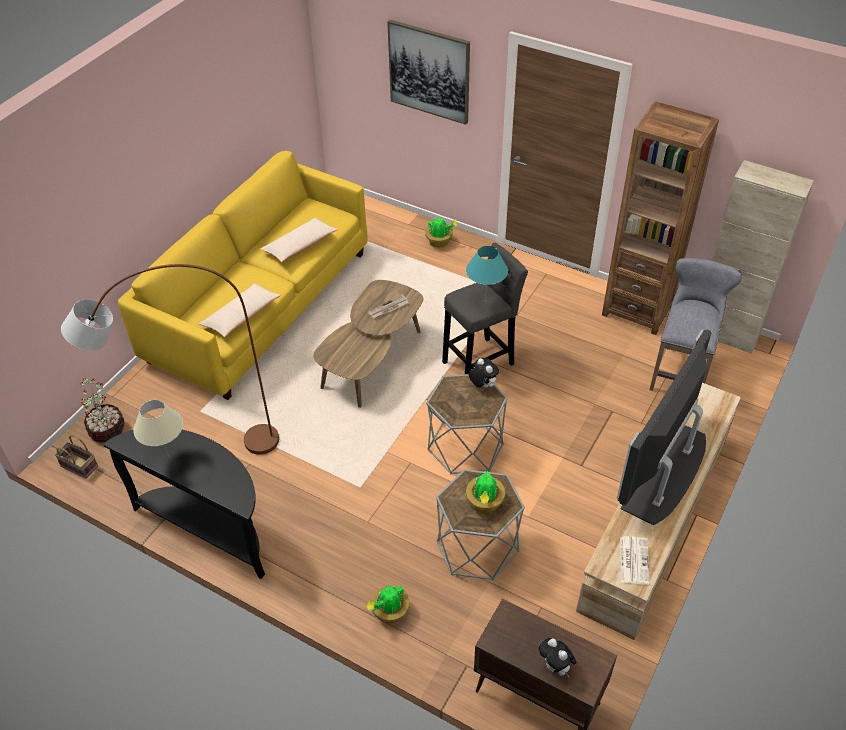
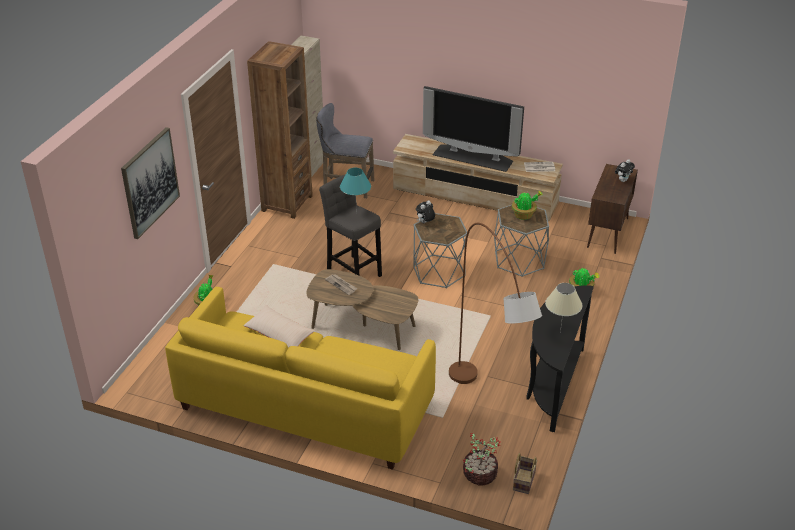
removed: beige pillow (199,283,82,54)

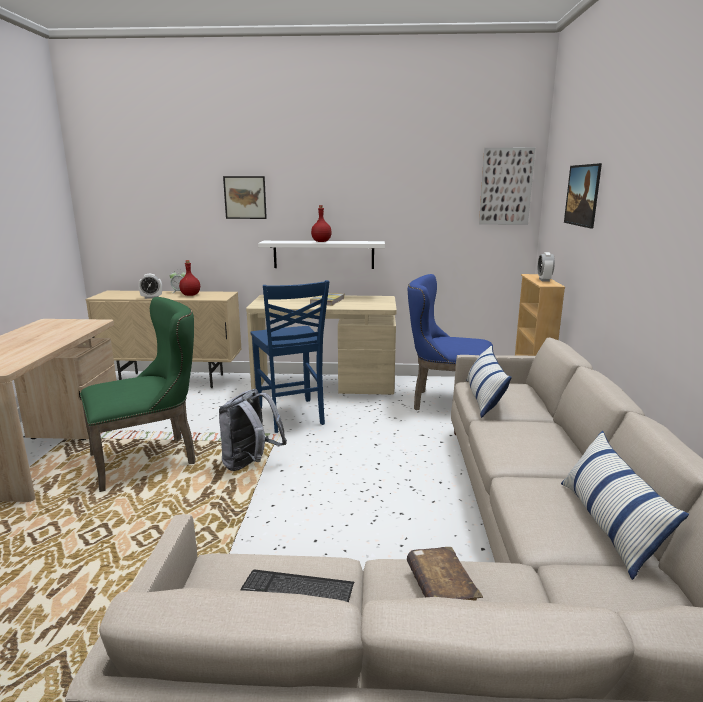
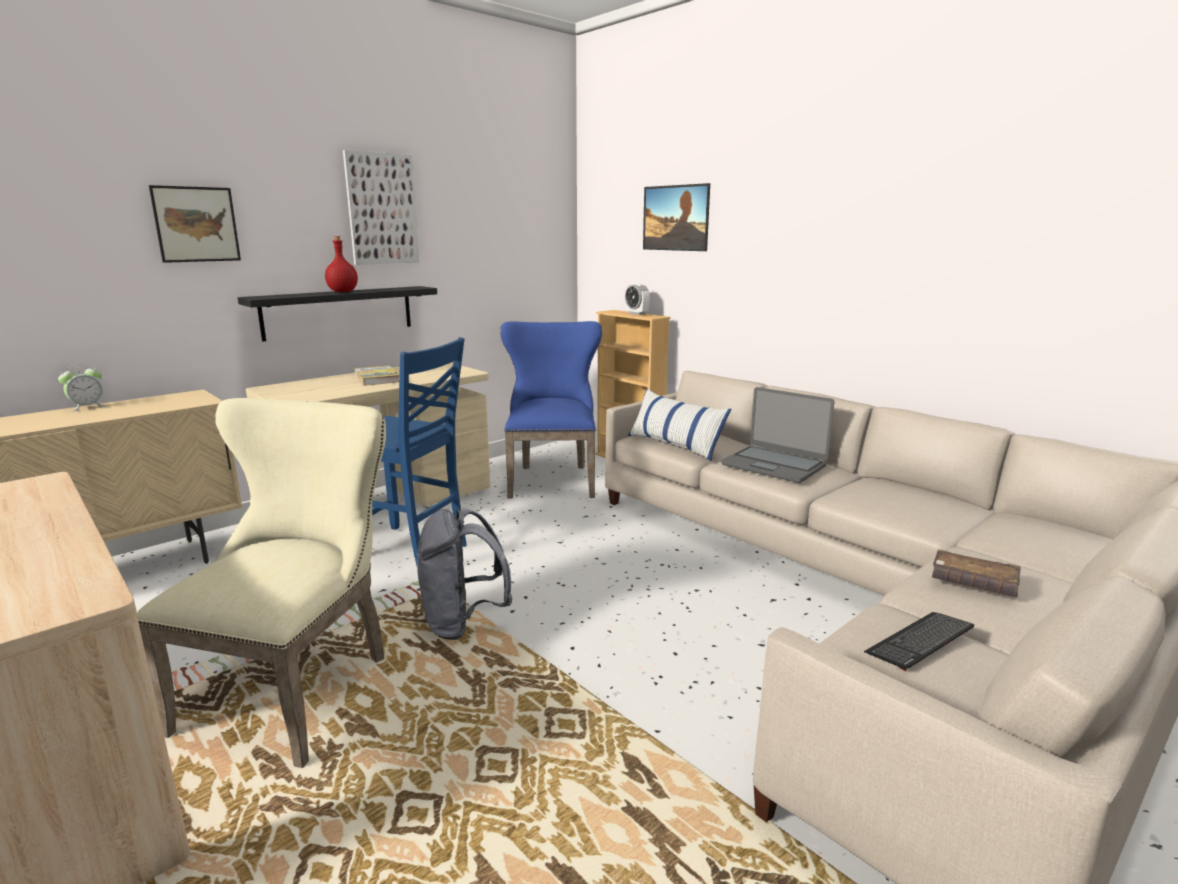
removed: alarm clock (138,274,24,25); red bottle (179,260,21,36); pillow (561,431,128,149)
added: laptop (721,387,113,96)
moved: picture (479,148,56,77) to (343,150,76,115)
recoloured: green chair (80,297,115,195) to beige chair (137,398,249,370); white shelf (258,241,127,28) to black shelf (238,286,199,56)
turned: blue chair (408,274,85,136) = (500,321,102,178) 120 degrees clockwise

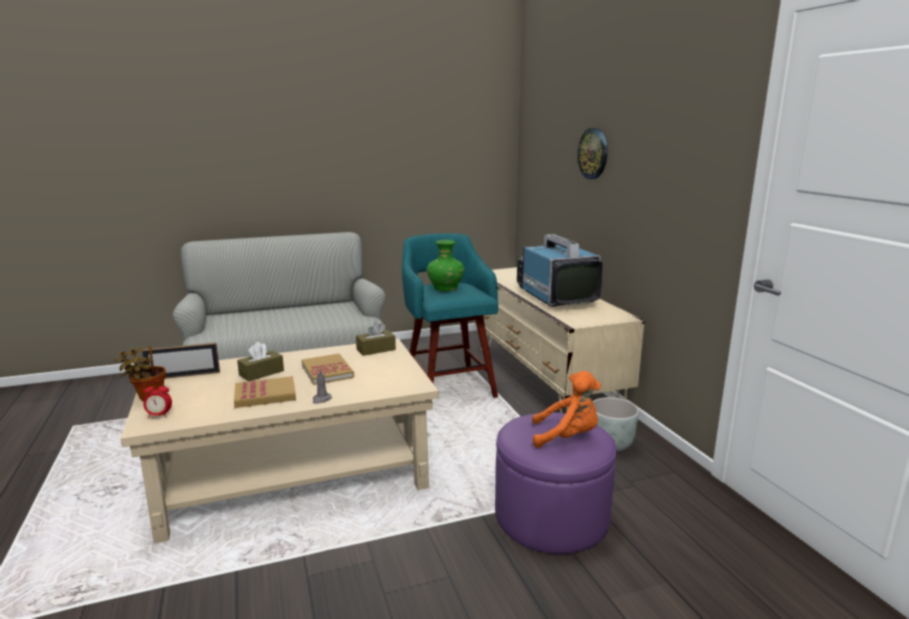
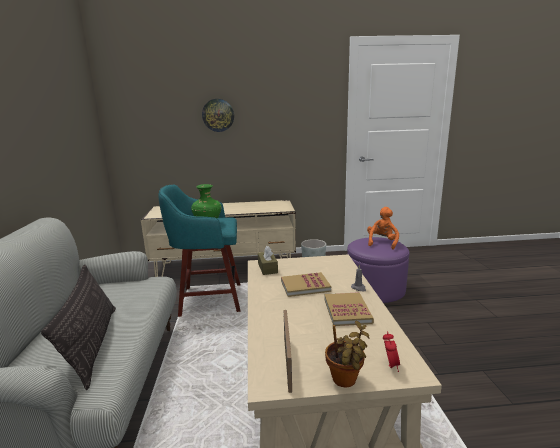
removed: brown tissue box (237,342,47,39); television (517,234,86,73)
added: pillow (41,264,75,126)

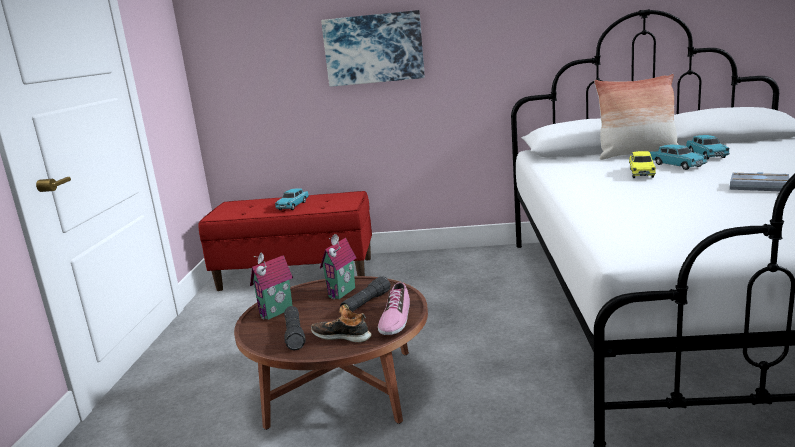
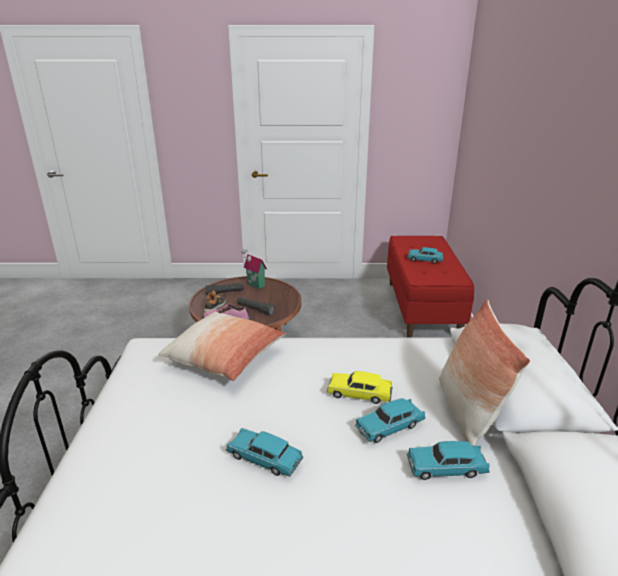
removed: toy house (320,234,36,65); picture (321,10,104,77)
added: pillow (158,312,128,69)
replaced: grey book (730,172,59,19) to turquoise toy car (226,428,78,49)

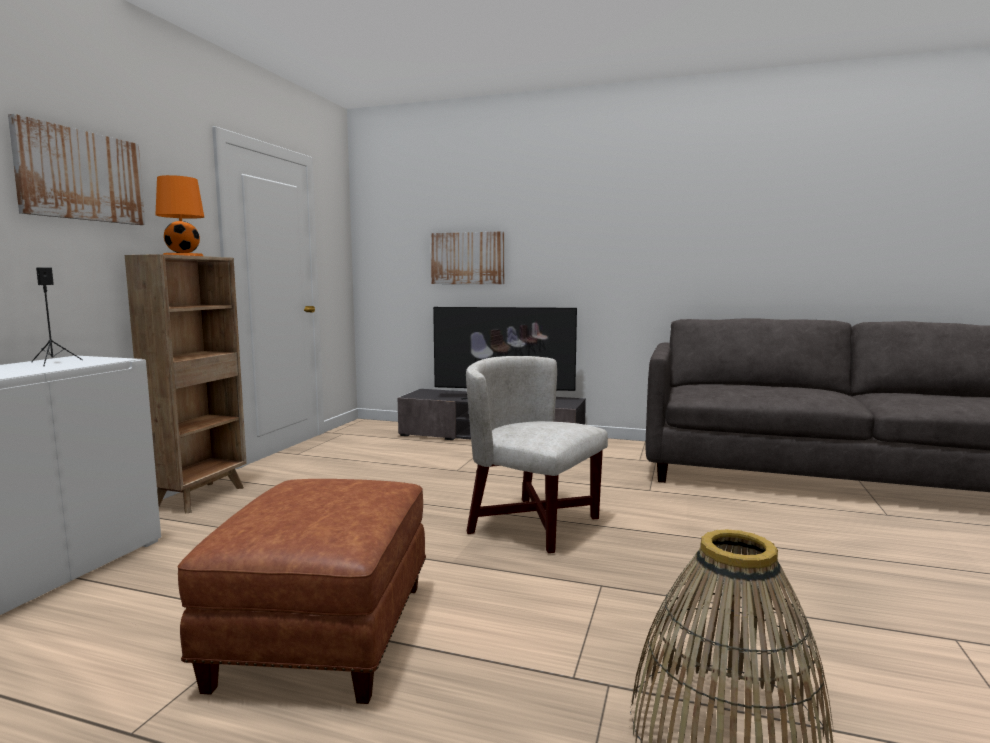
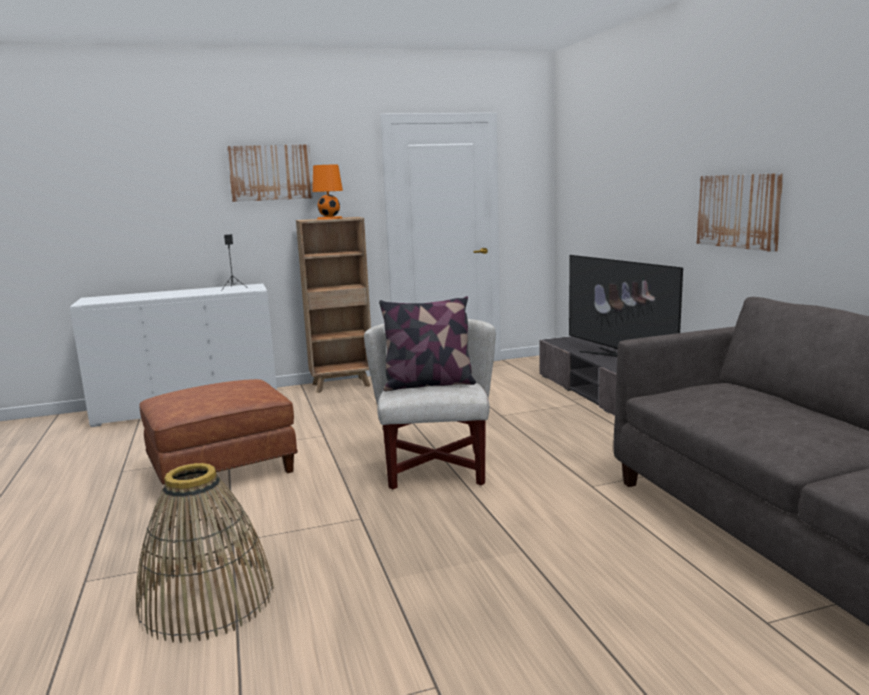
added: pillow (379,296,97,95)
moved: picture (431,231,73,53) to (697,173,87,79)

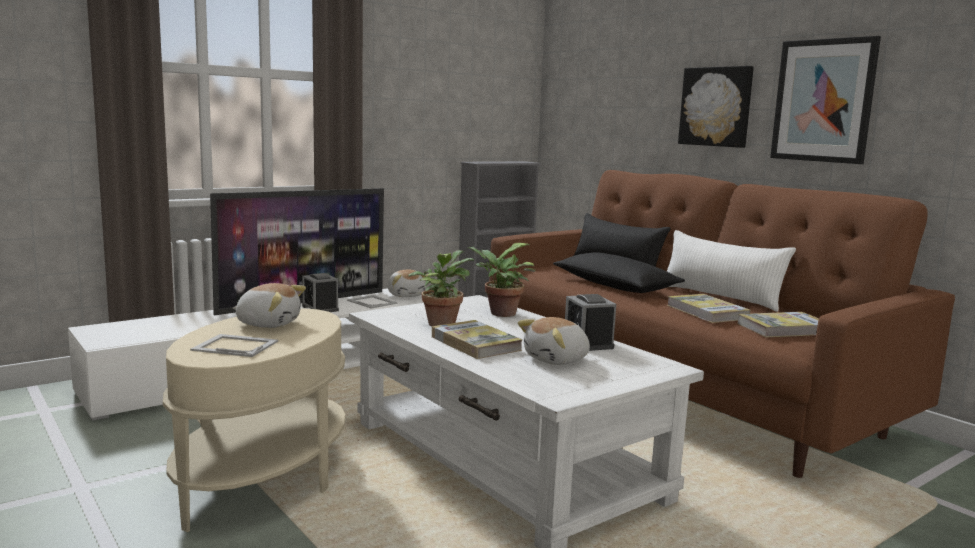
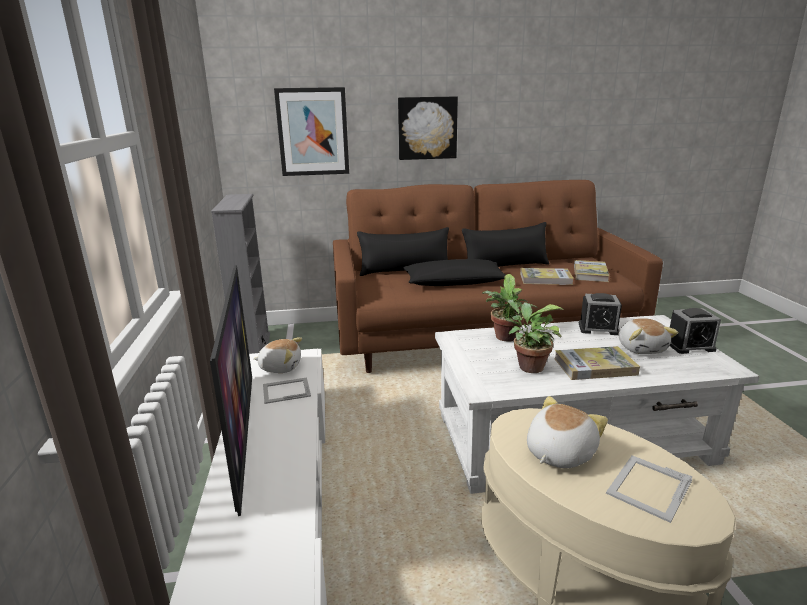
moved: alarm clock (302,273,37,39) to (670,308,51,46); picture (770,36,111,128) to (274,87,75,89)
recoloured: white pillow (667,230,129,82) to black pillow (462,222,87,45)

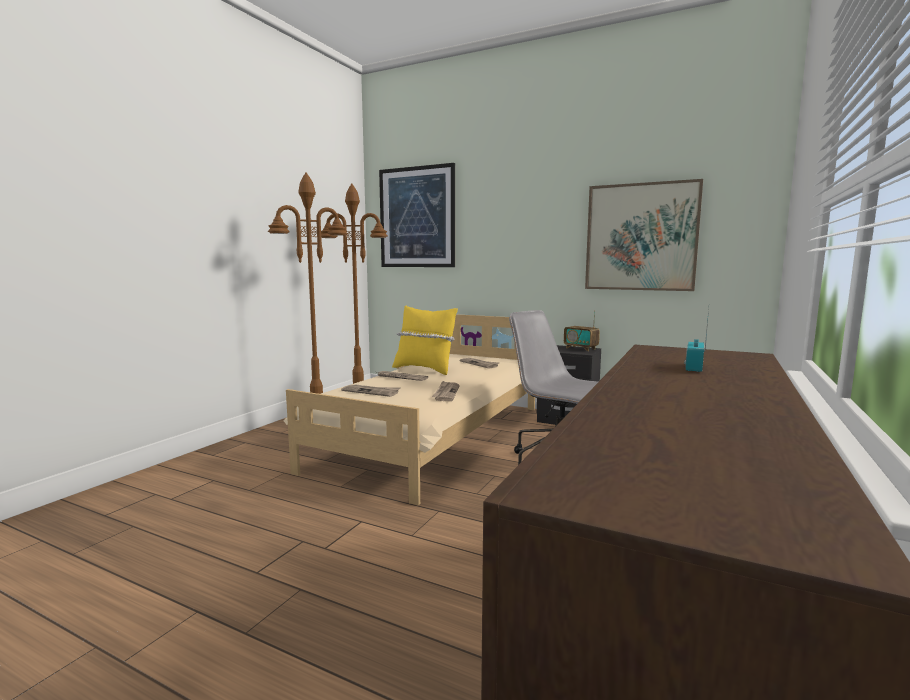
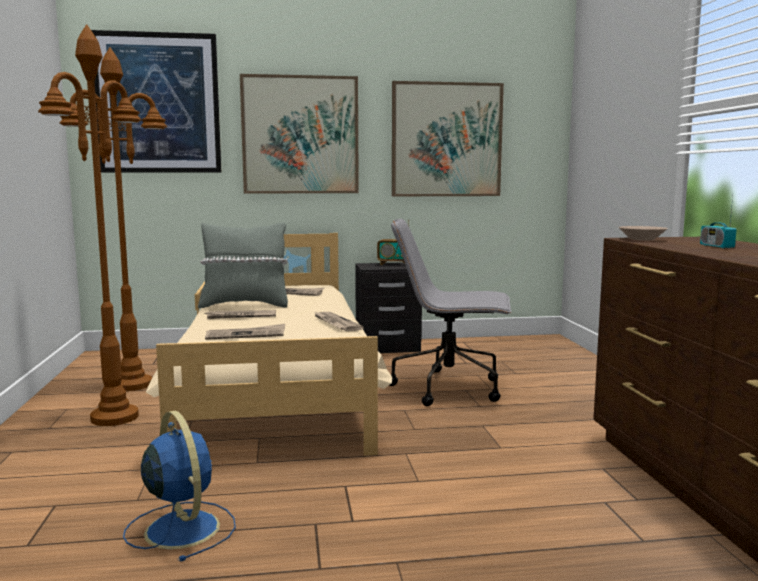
added: blue fan (123,411,113,150); picture (240,74,119,120); beige bowl (619,226,49,15)
recoloured: yellow pillow (392,305,66,70) to grey pillow (198,223,90,85)

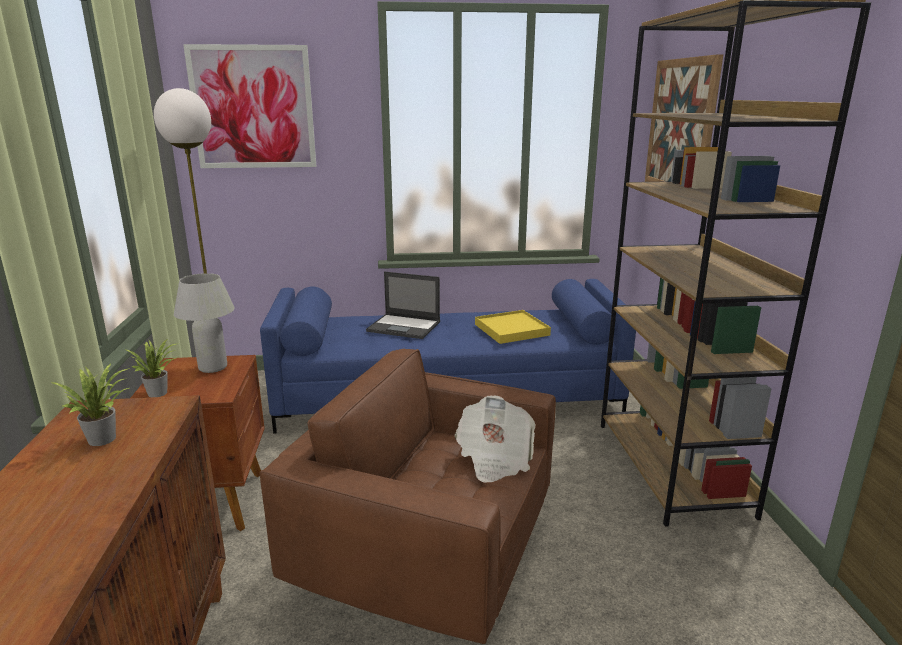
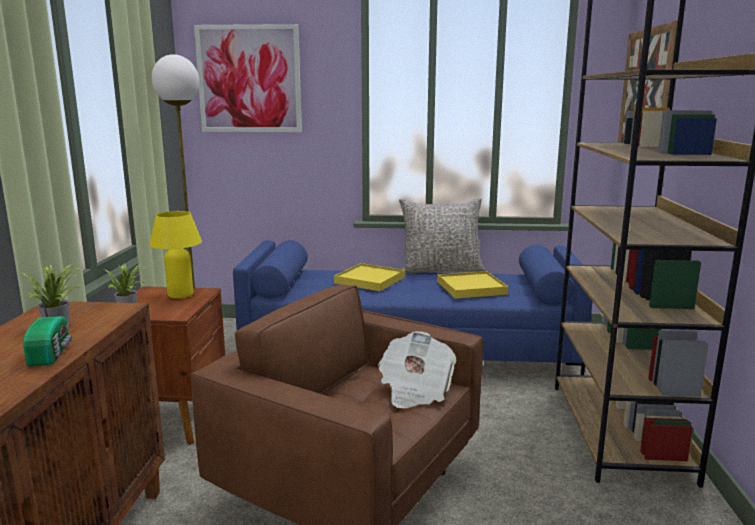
added: radio (23,287,49,79); grey pillow (399,198,86,76)
replaced: laptop (366,271,74,68) to yellow tray (334,263,71,28)
recoloured: white table lamp (174,273,61,100) to yellow table lamp (149,211,53,88)

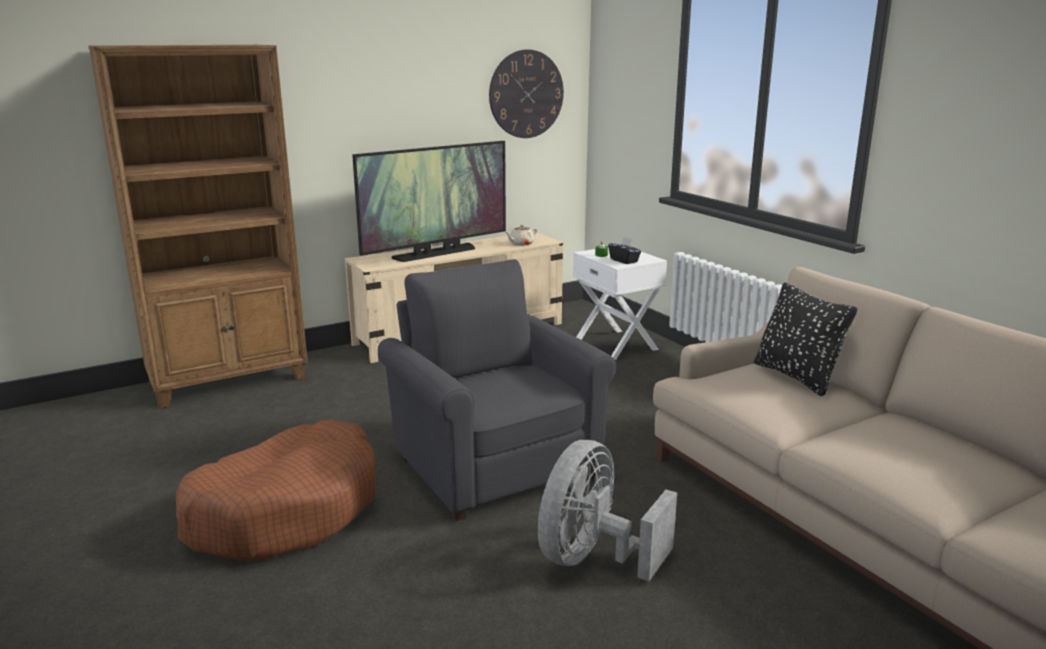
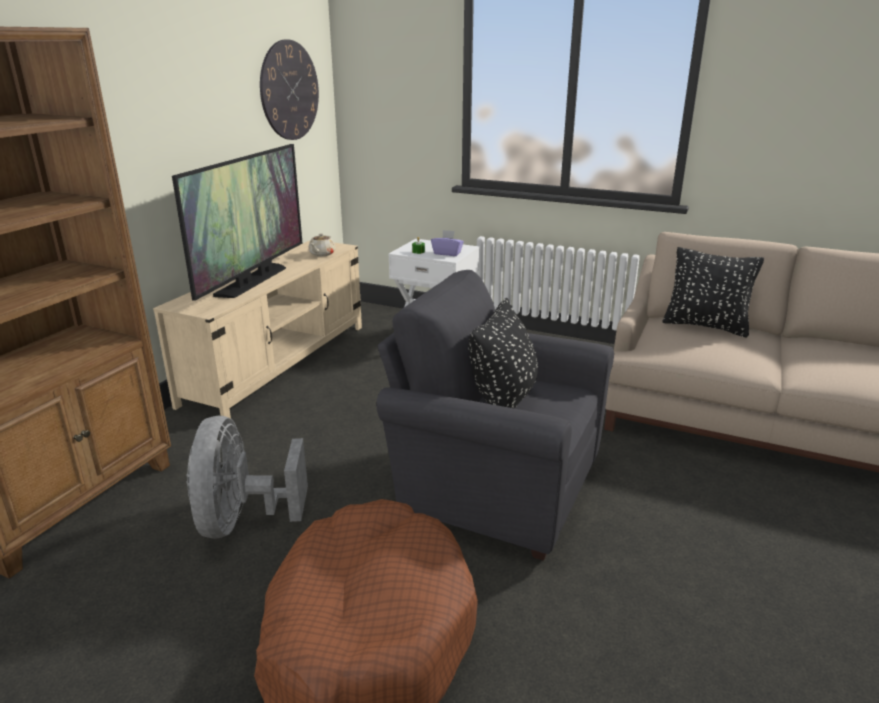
added: black pillow (468,298,70,111)
moved: grey fan (538,440,139,141) to (186,415,122,124)
recoloured: black tissue box (608,237,33,27) to purple tissue box (431,230,33,26)

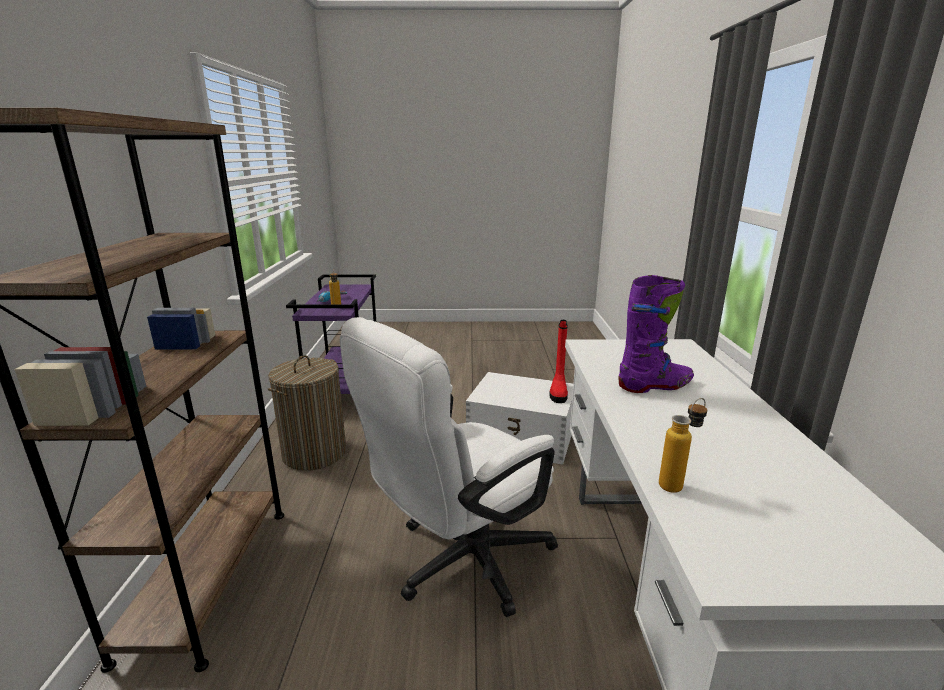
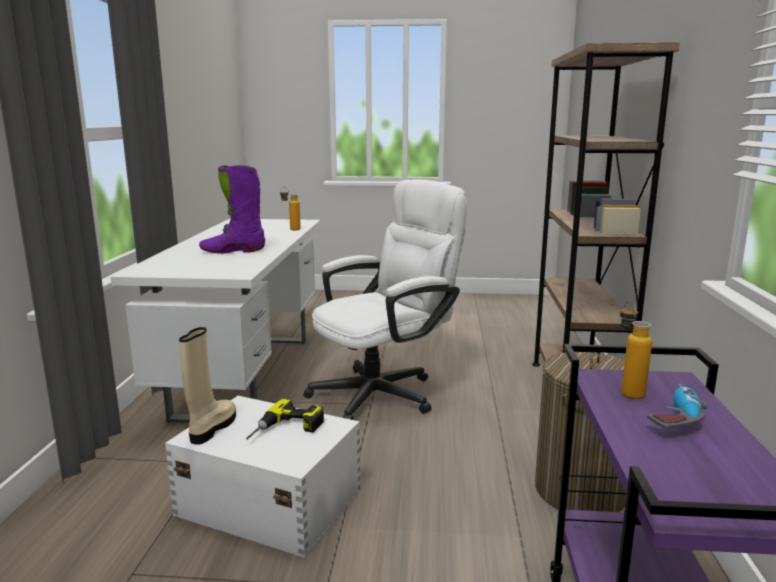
added: power drill (246,399,78,41)
recoloured: red boot (549,320,19,83) to beige boot (179,327,57,118)

